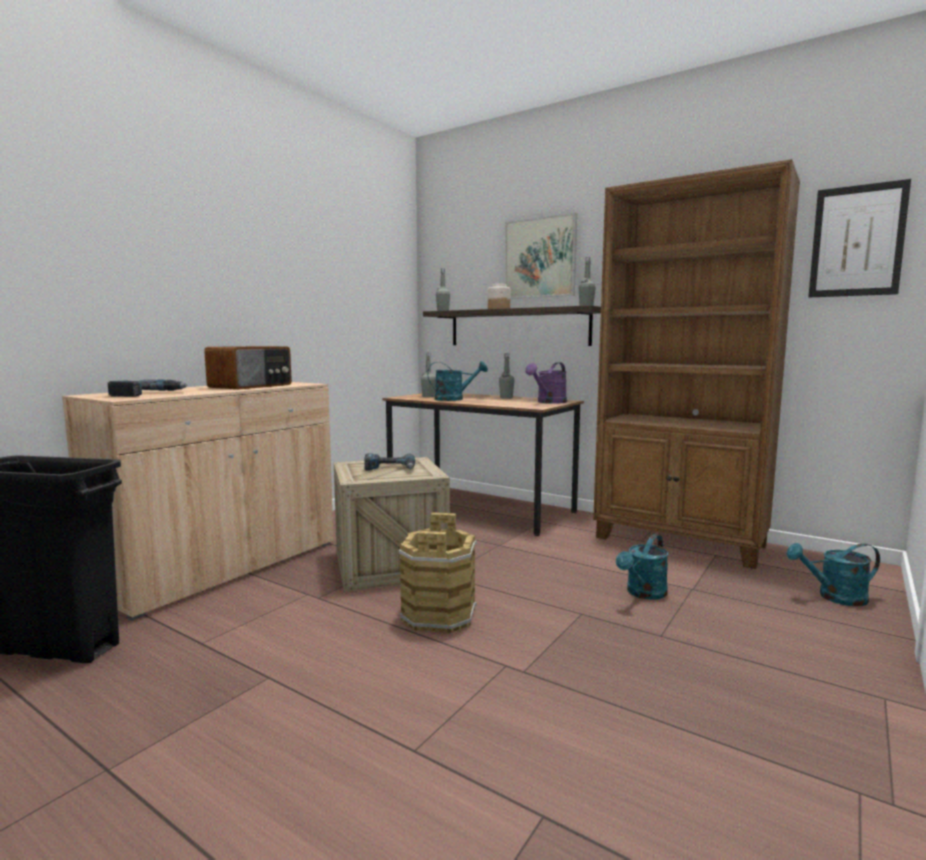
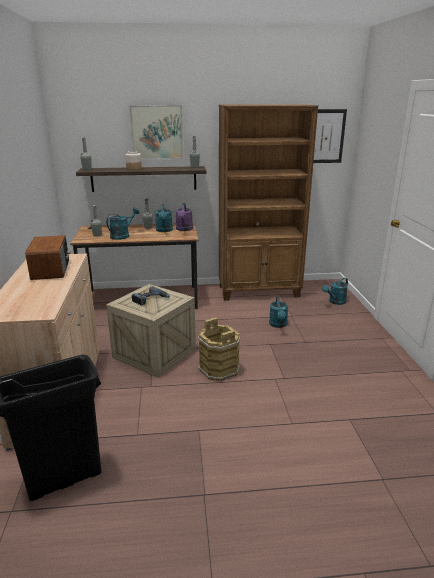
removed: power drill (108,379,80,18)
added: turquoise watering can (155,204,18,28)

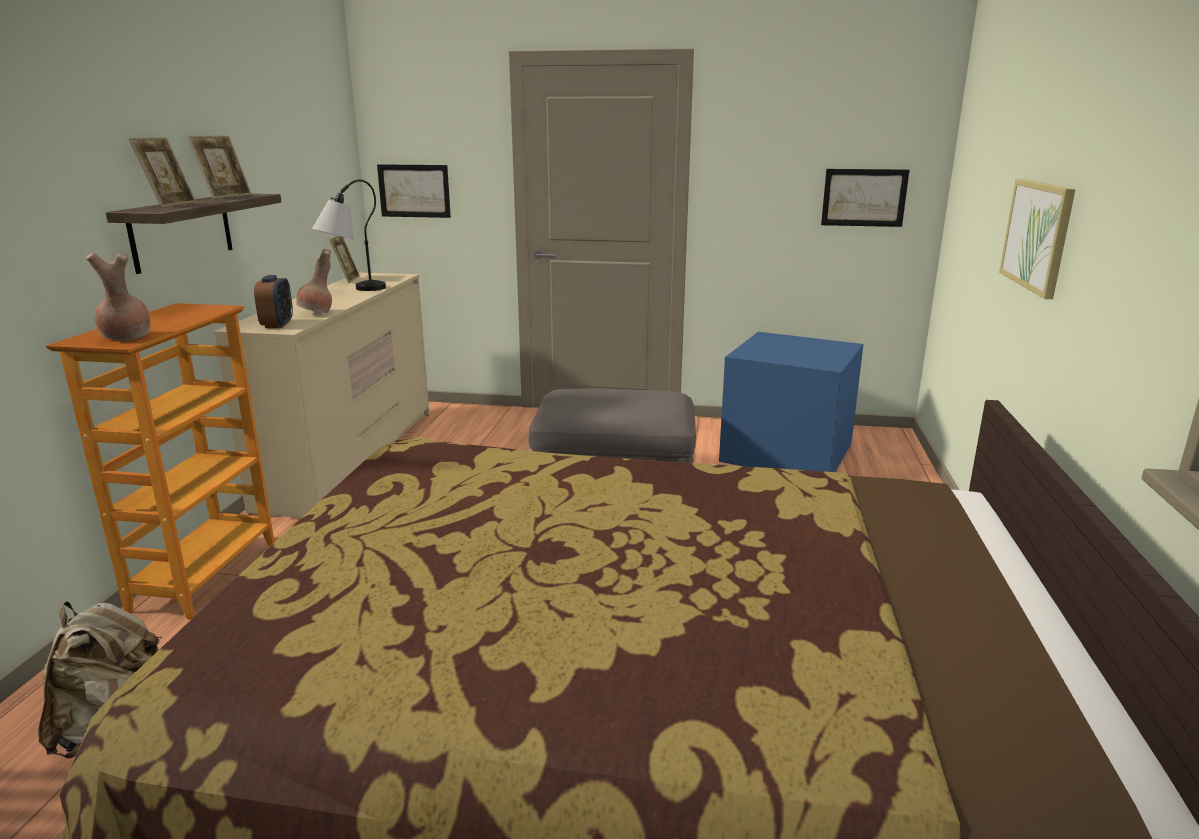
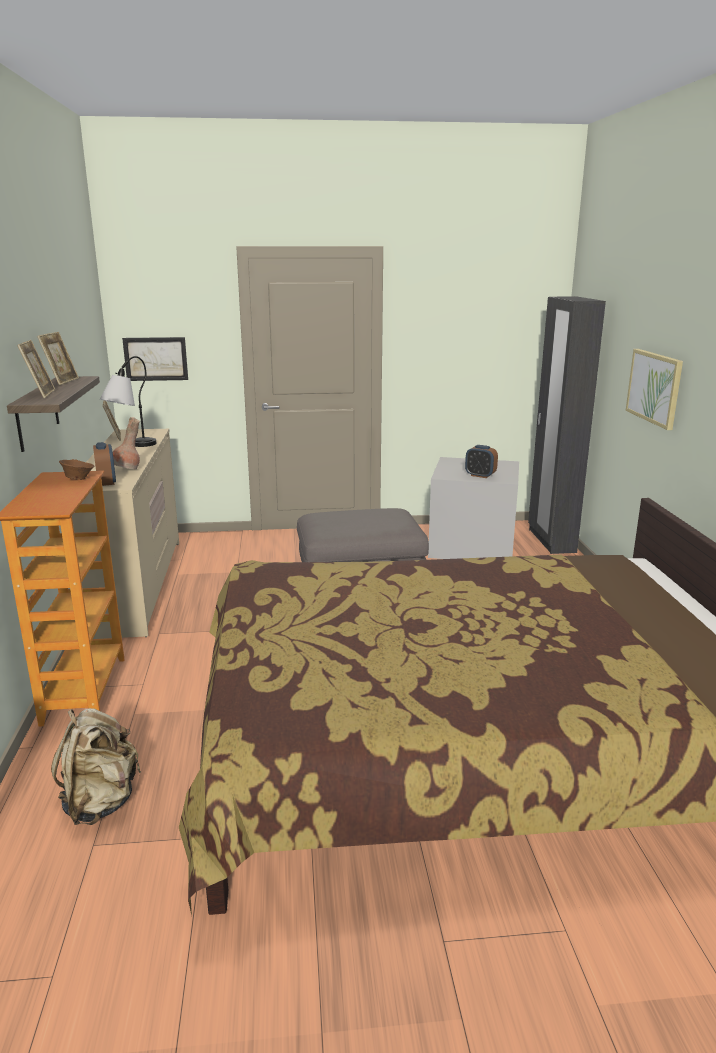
removed: brown vase (86,252,65,89); picture (821,169,88,58)
added: brown bowl (59,459,35,21); alarm clock (465,445,33,33); black wardrobe (528,296,78,258)
recoloured: blue storage box (719,332,144,140) to grey storage box (428,457,91,102)

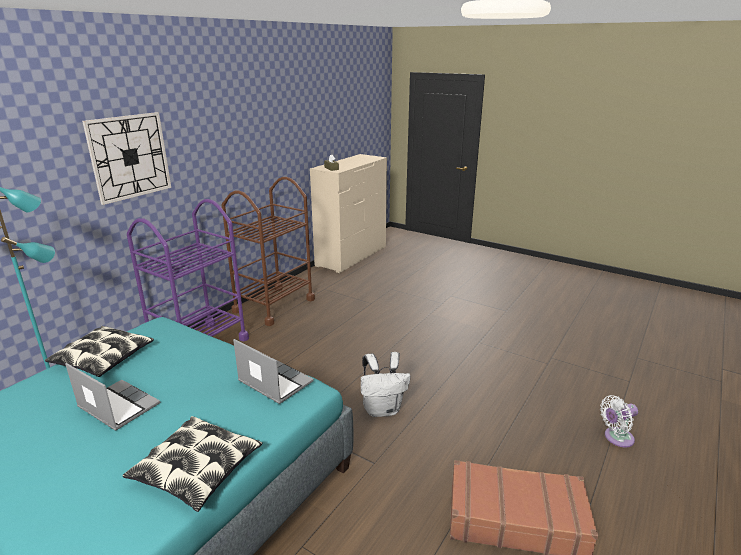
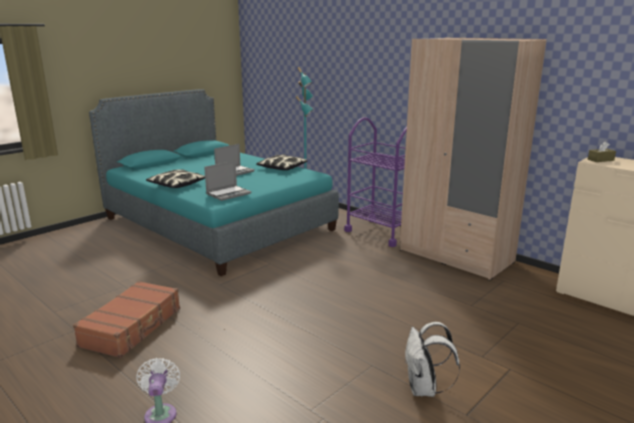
removed: wall clock (82,112,89,93)
moved: white backpack (361,352,49,65) to (405,322,55,75)
replaced: brown cart (222,177,93,149) to beige wardrobe (400,38,147,243)

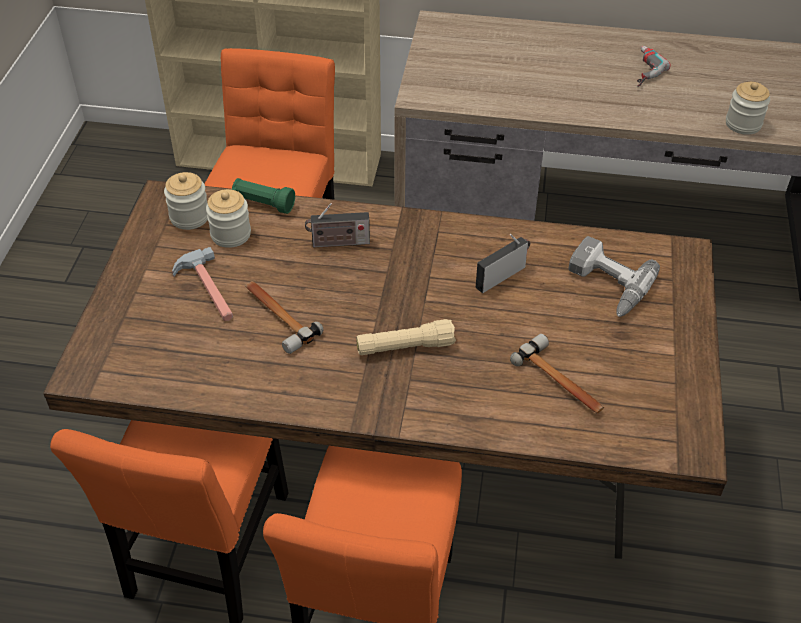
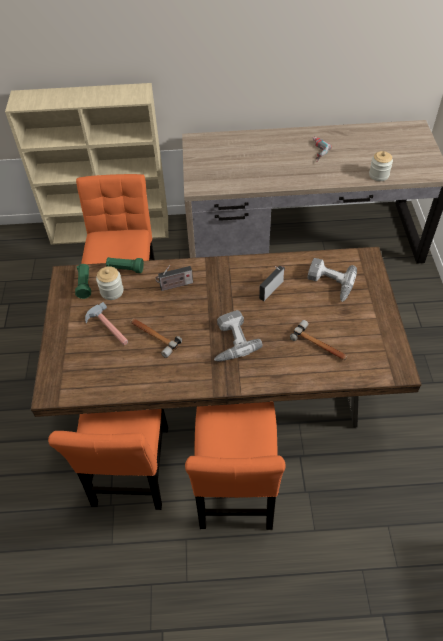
replaced: jar (164,172,44,58) to green flashlight (75,264,16,35); beige flashlight (356,319,100,36) to power drill (214,310,48,51)

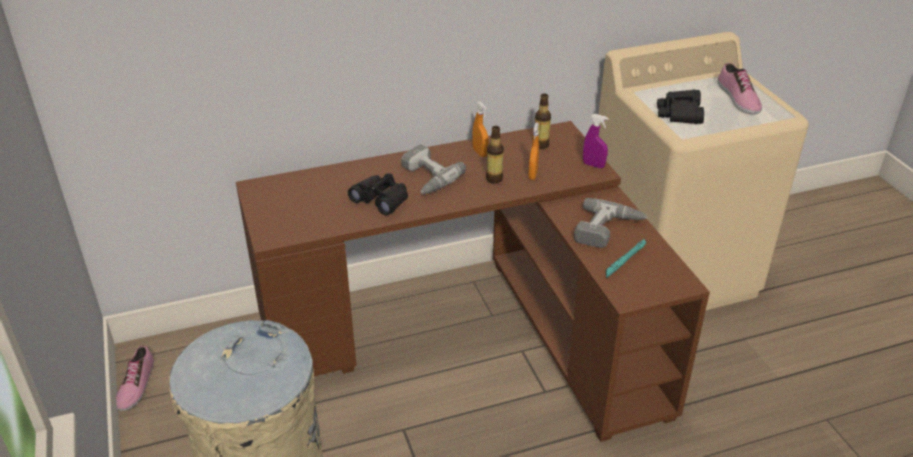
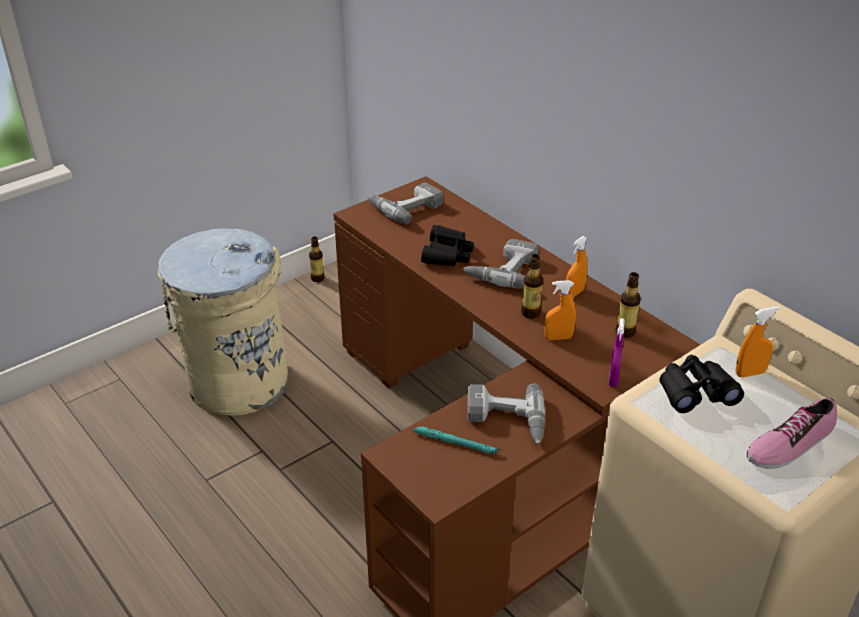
added: power drill (367,182,76,42); orange spray bottle (736,307,44,70)
replaced: shoe (116,345,38,66) to bottle (309,237,16,45)

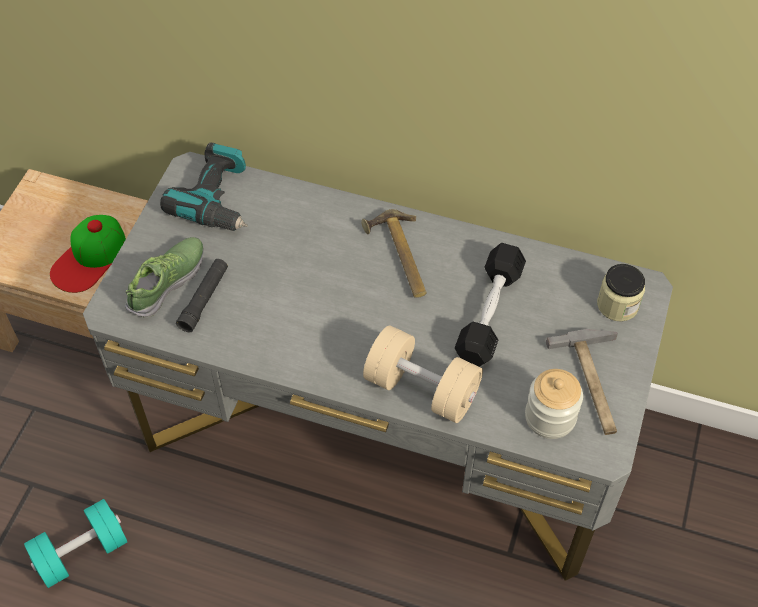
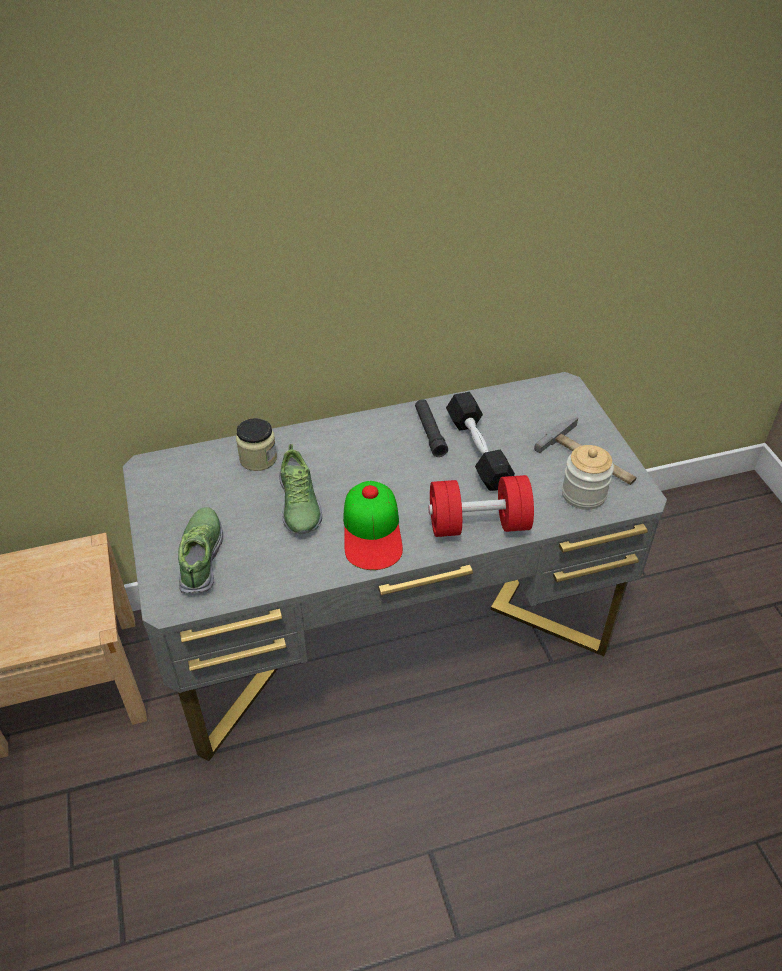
removed: turquoise dumbbell (24,499,103,89); power drill (160,143,88,88); hammer (361,209,66,89)
added: shoe (279,444,43,90)
moved: cap (50,215,76,78) to (343,481,60,89); black flashlight (176,259,52,73) to (415,399,33,58); jar (597,264,48,57) to (236,418,41,53)
recoloured: beige dumbbell (363,325,120,98) to red dumbbell (428,475,106,62)

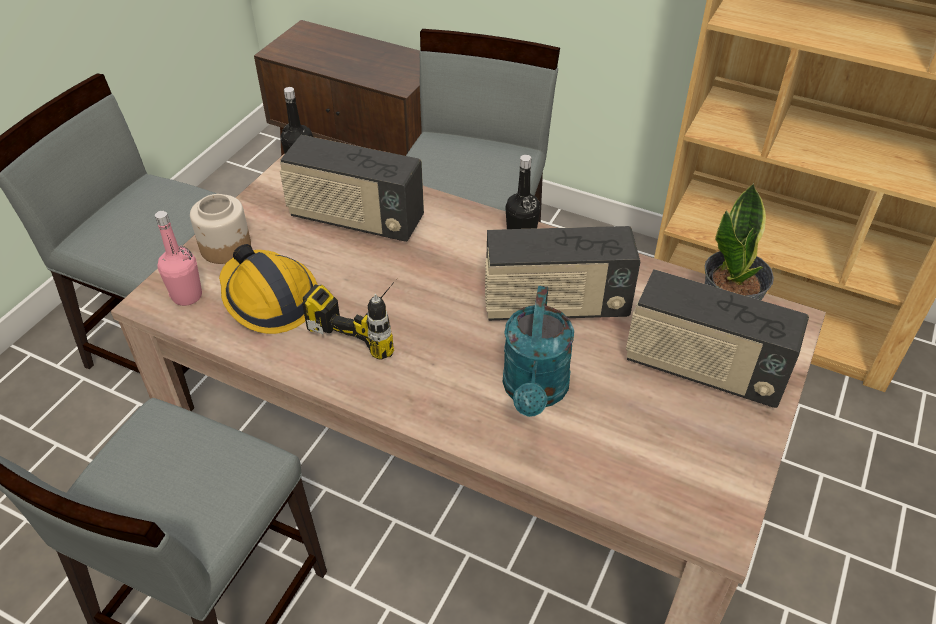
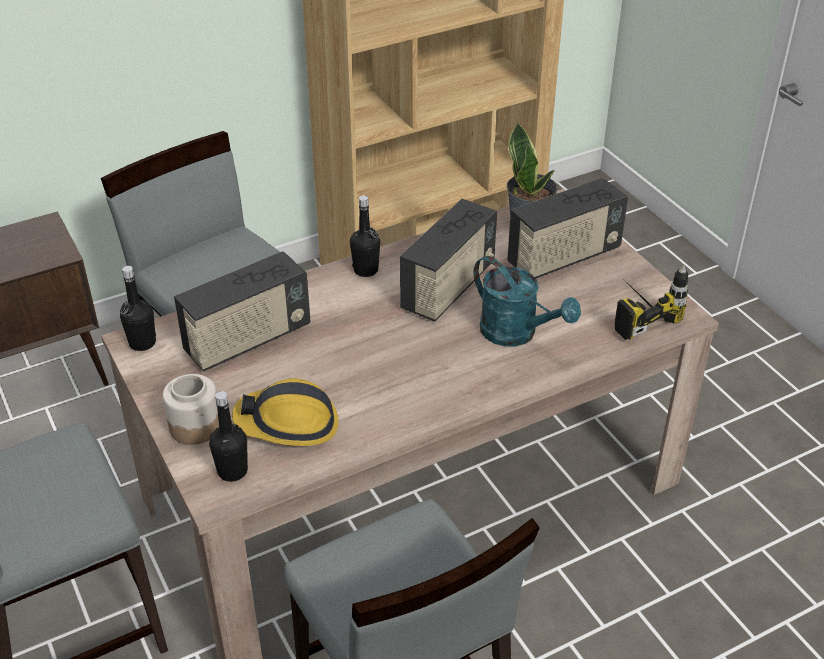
moved: power drill (302,280,94,80) to (614,265,74,75)
recoloured: pink bottle (155,211,47,95) to black bottle (209,391,39,91)

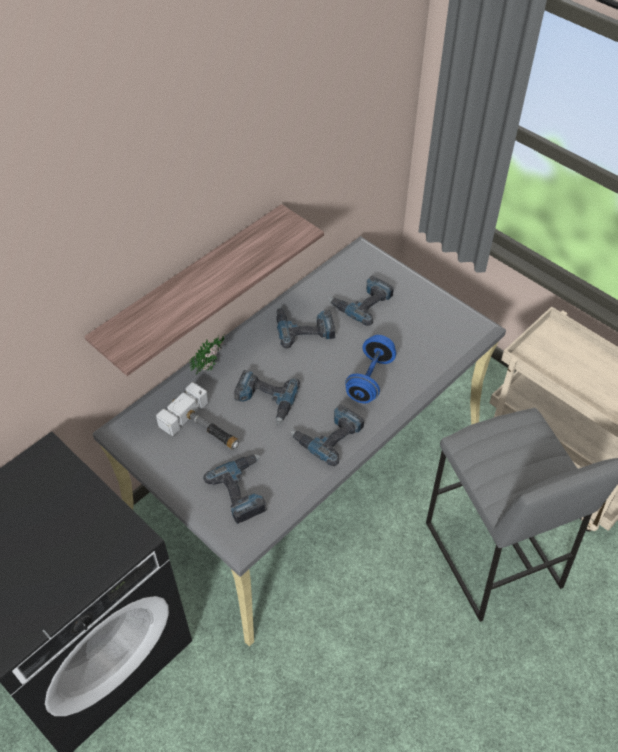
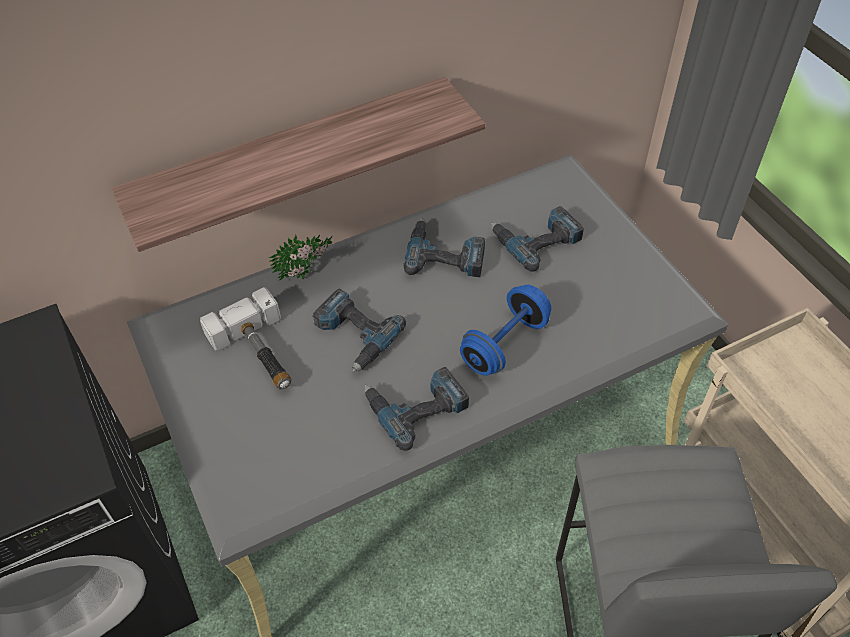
removed: power drill (203,454,64,70)

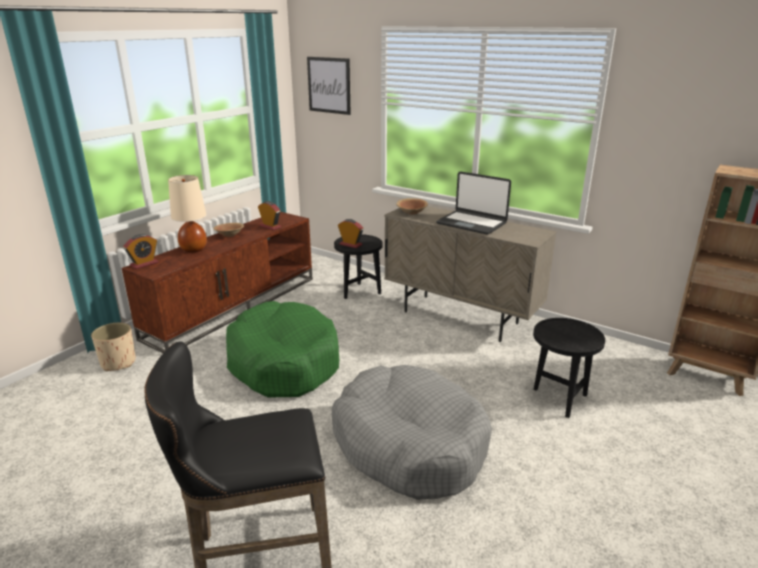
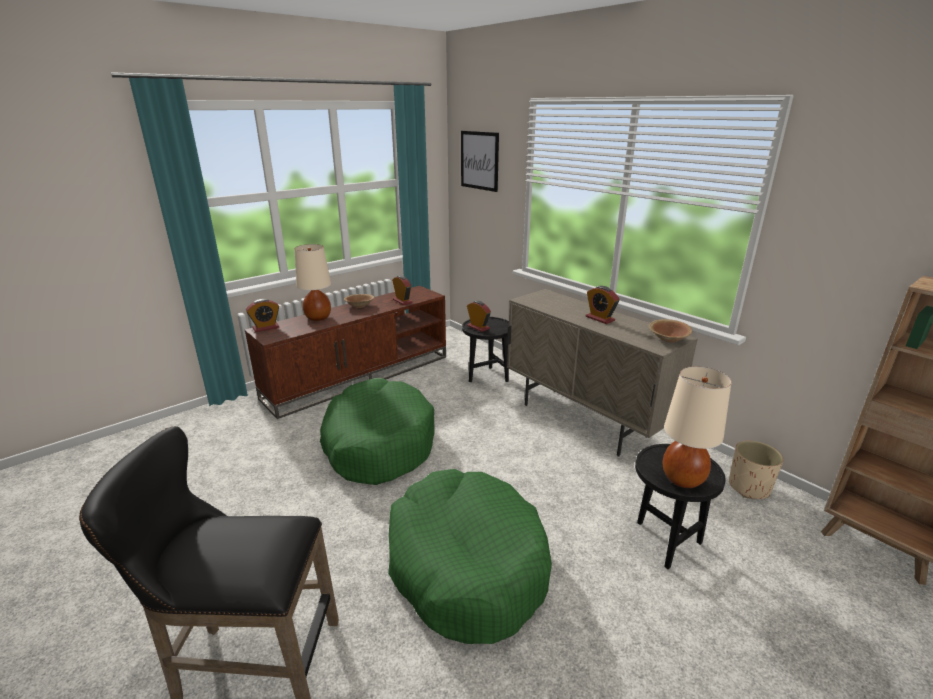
added: beige table lamp (663,366,68,122)
moved: beige planter (91,323,45,48) to (729,441,55,58); brown bowl (396,198,32,17) to (649,319,43,23)
replaced: laptop (436,171,75,64) to alarm clock (586,286,34,38)
recoloured: grey dog bed (332,365,160,135) to green dog bed (388,469,164,175)

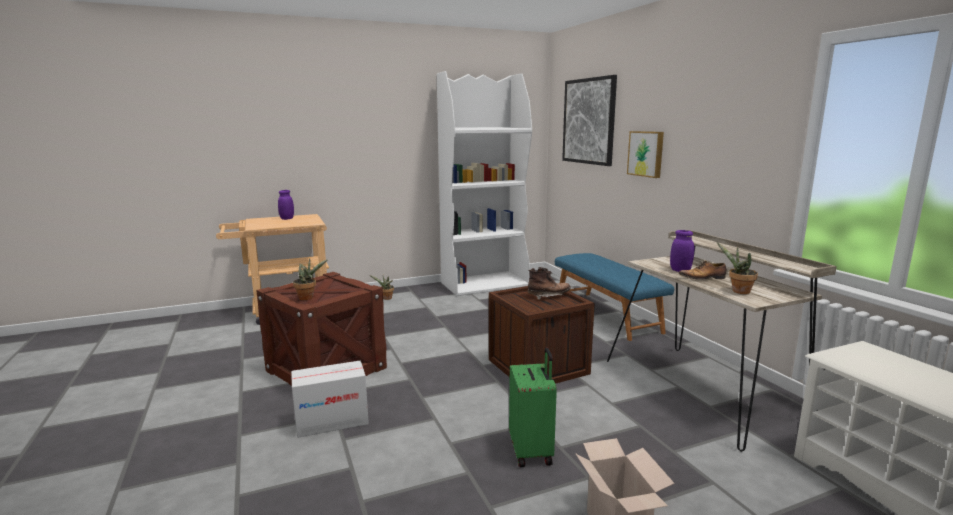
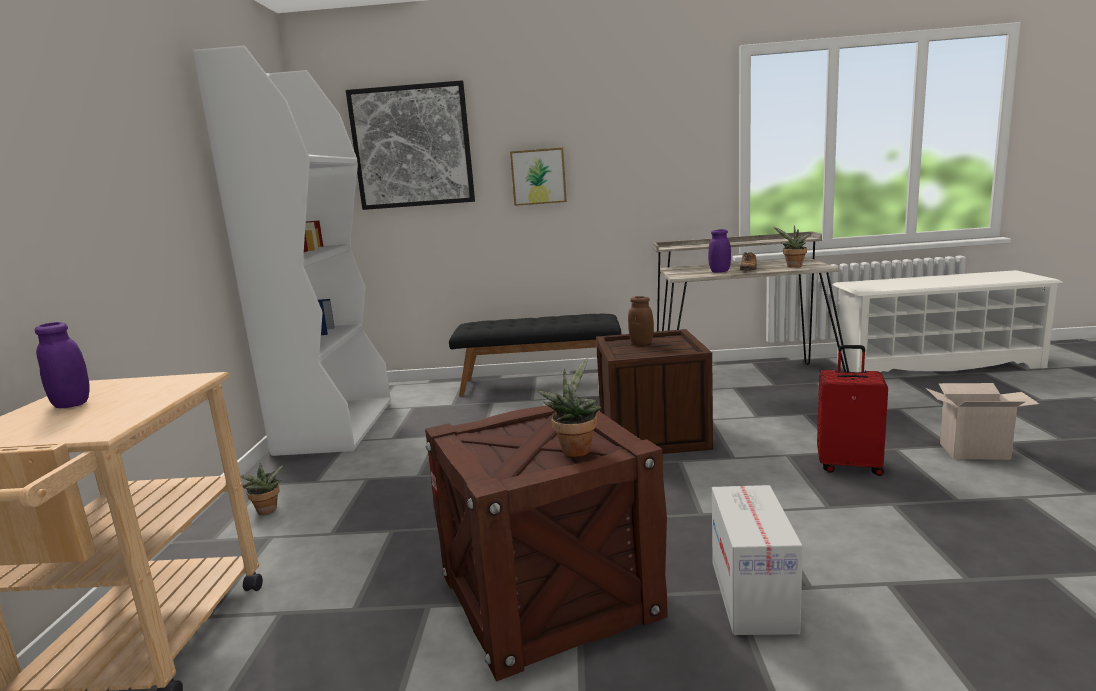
replaced: brown boot (528,267,43,32) to brown jar (628,296,26,49)
recoloured: green suitcase (509,348,48,119) to red suitcase (817,345,71,131); blue bench (555,253,119,88) to black bench (449,314,172,82)

